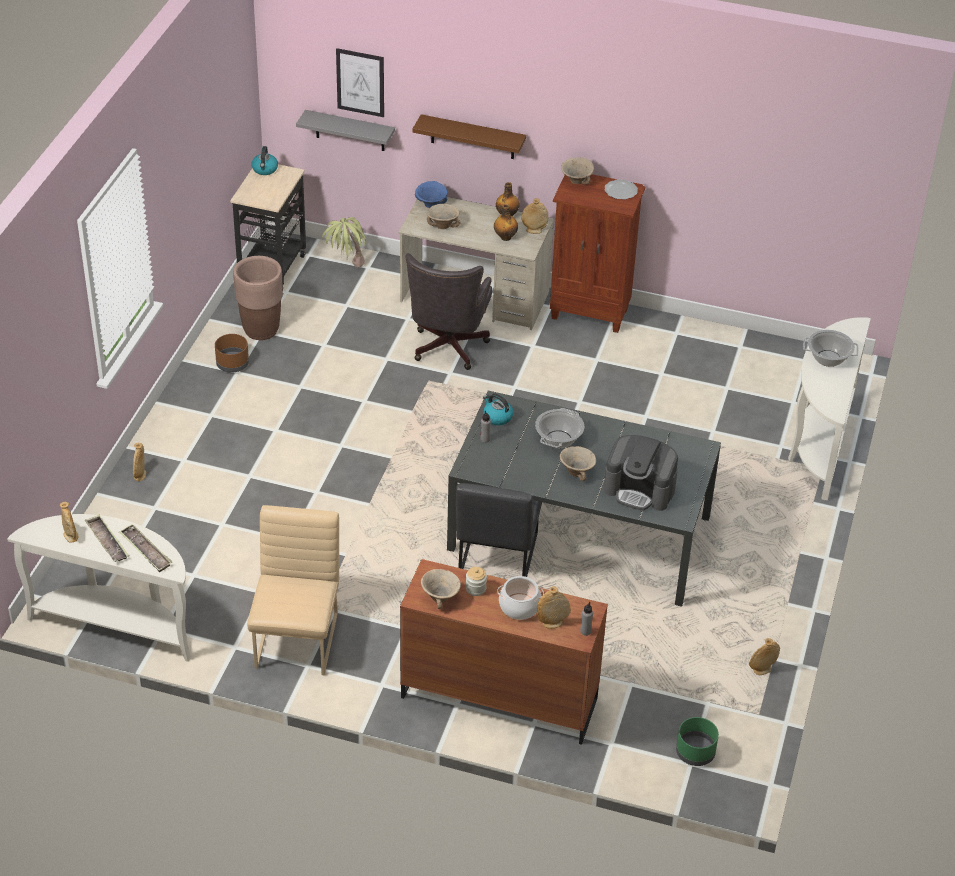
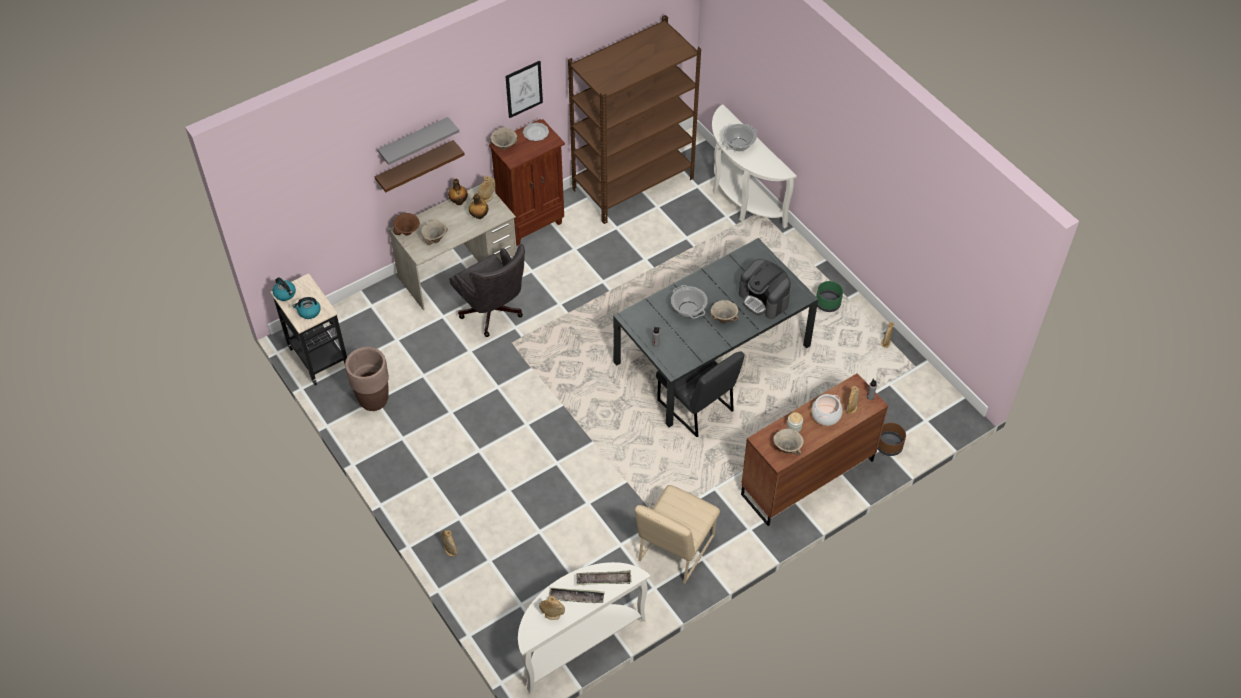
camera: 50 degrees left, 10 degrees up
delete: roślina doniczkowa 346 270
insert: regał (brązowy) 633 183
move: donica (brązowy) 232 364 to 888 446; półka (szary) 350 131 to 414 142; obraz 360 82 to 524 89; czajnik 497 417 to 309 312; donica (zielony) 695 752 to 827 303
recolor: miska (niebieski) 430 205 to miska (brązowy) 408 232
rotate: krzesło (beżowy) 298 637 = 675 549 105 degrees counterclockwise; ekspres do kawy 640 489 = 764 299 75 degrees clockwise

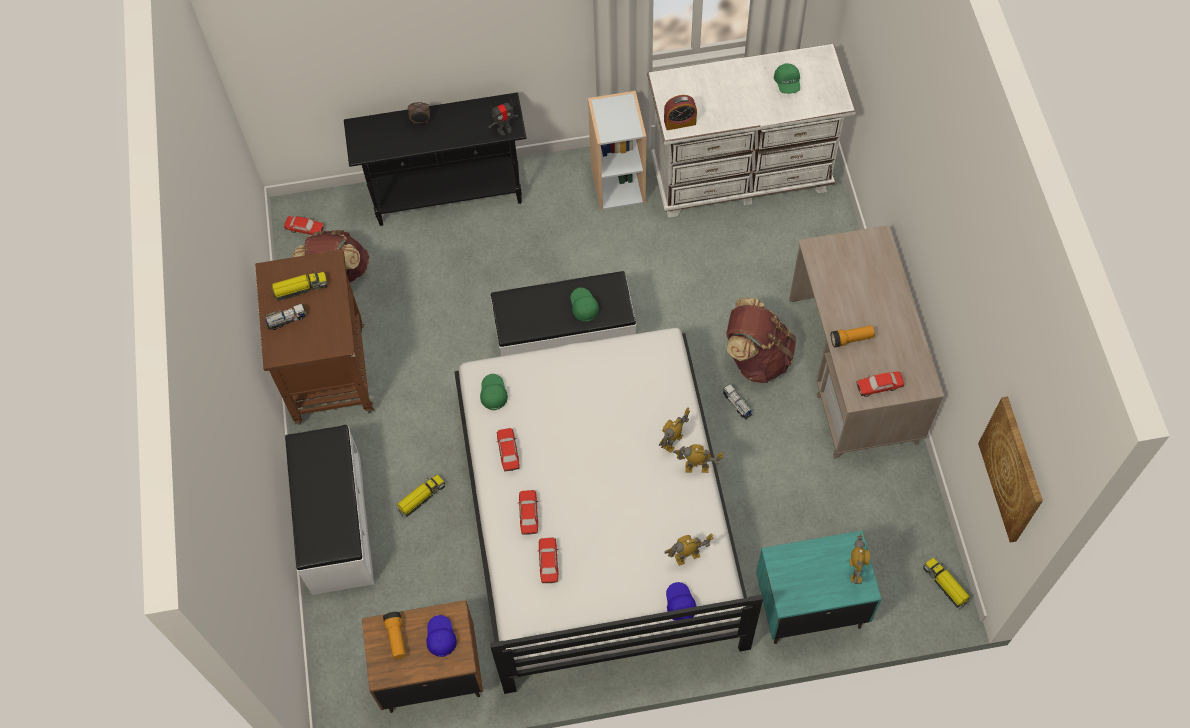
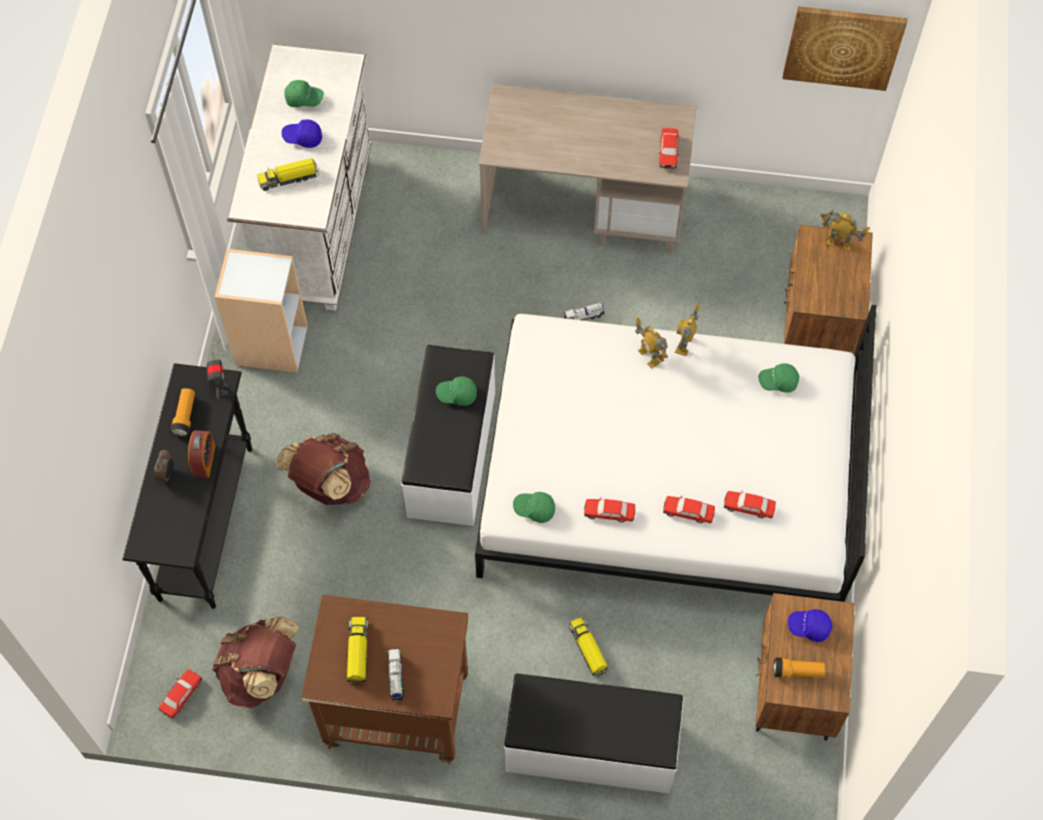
camera: 75 degrees left, 0 degrees up
move: budzik 680 122 to 204 460; czapka z daszkiem (niebieski) 680 604 to 303 137; plecak (brązowy) 757 357 to 329 485; latarka 851 339 to 185 416; ciężarówka zabawkowa 945 585 to 289 178
replace: robot zabawkowy 687 557 to czapka z daszkiem (zielony) 778 381
recolor: szafka nocna (turkusowy) 809 605 to szafka nocna (brązowy) 816 324

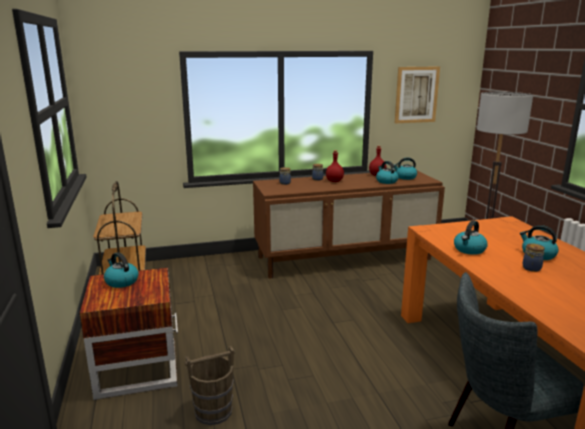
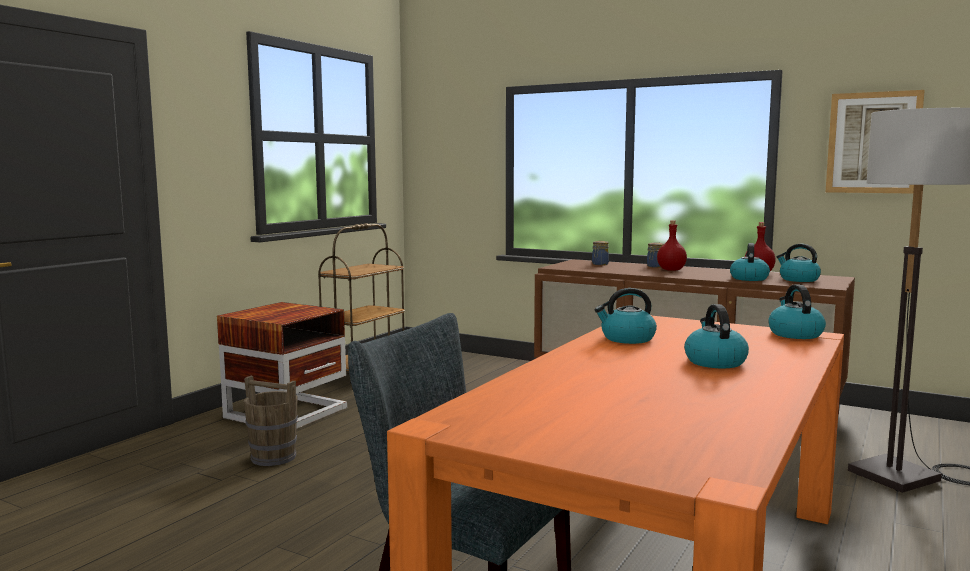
camera: 45 degrees right, 10 degrees down
delete: słoik 532 268
move: czajnik 121 281 to 794 334

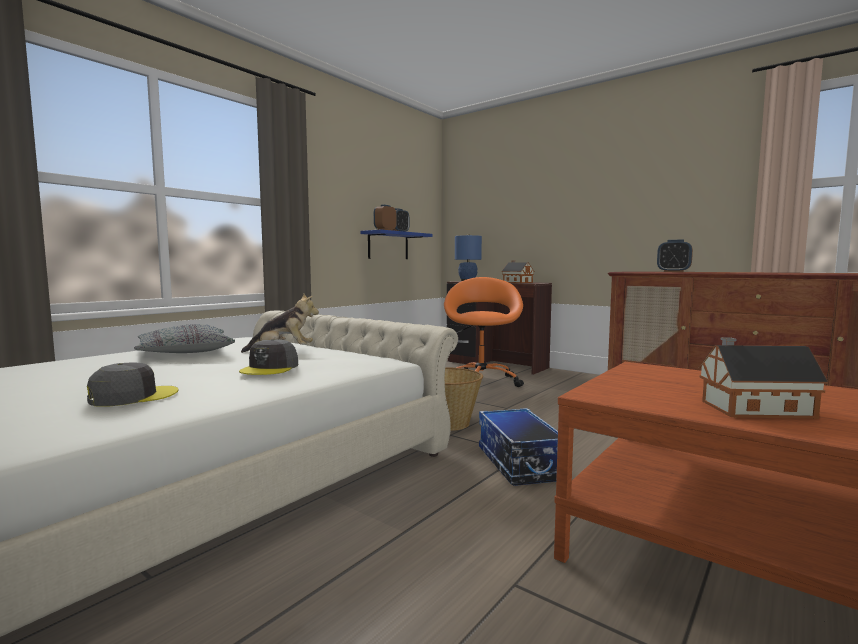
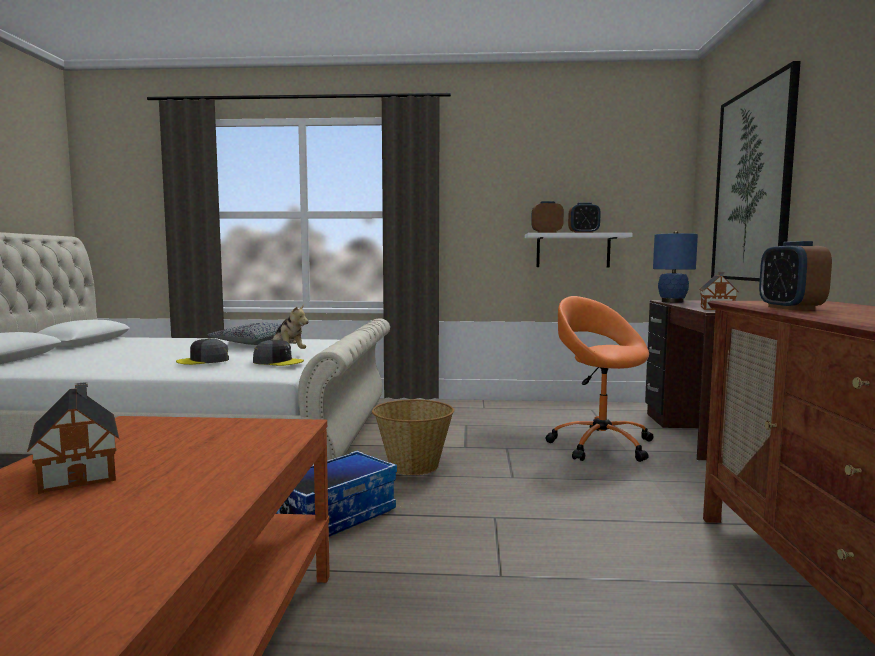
camera: 55 degrees right, 0 degrees up
insert: obraz 752 184
move: czapka z daszkiem (szary) 133 396 to 278 362
recolor: półka (niebieski) 388 246 to półka (biały) 573 250
rotate: krzesło biurowe (pomarańczowy) 482 381 = 599 445 105 degrees counterclockwise

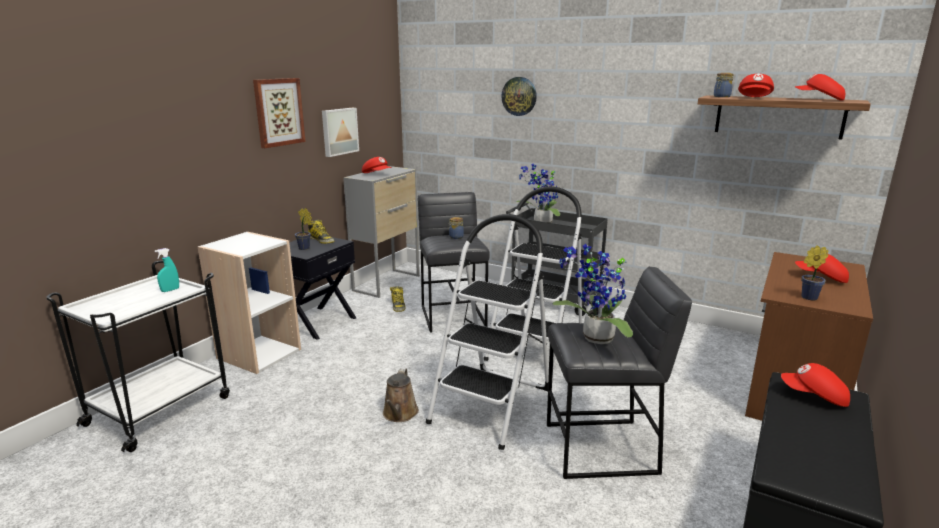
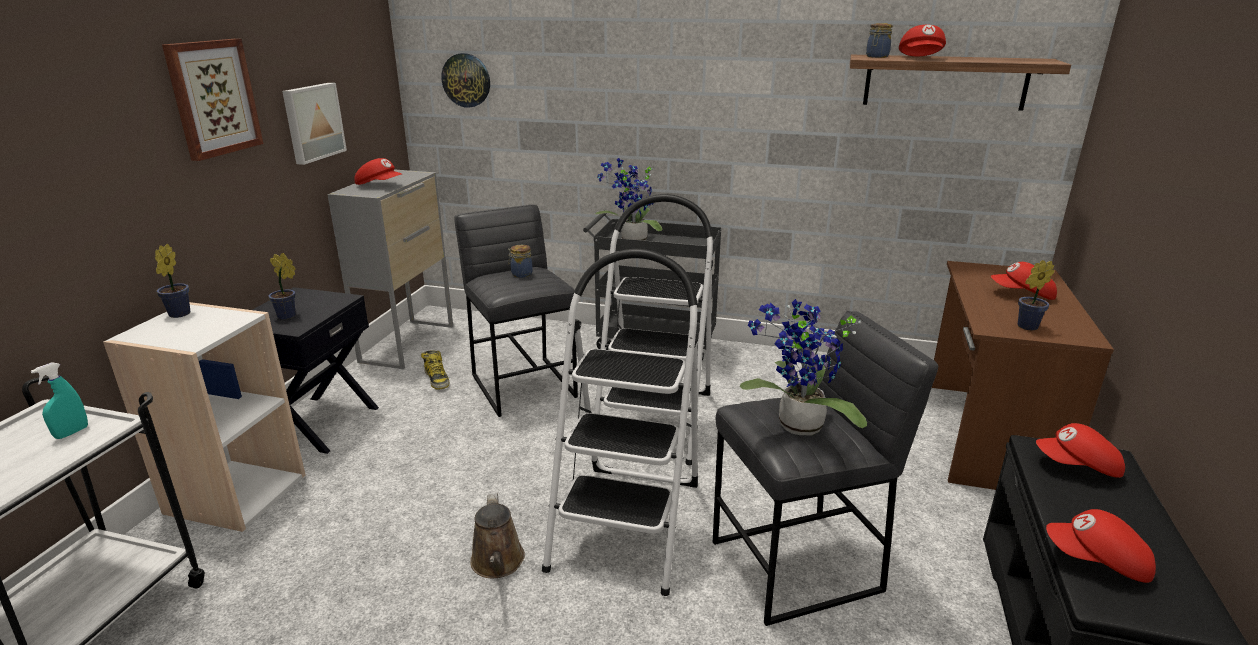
camera: 15 degrees left, 5 degrees up
delete: but z cholewką 321 240
insert: roślina doniczkowa 178 315
move: zegar ścienny 519 96 to 466 80; czapka z daszkiem (czerwony) 819 99 to 1097 562

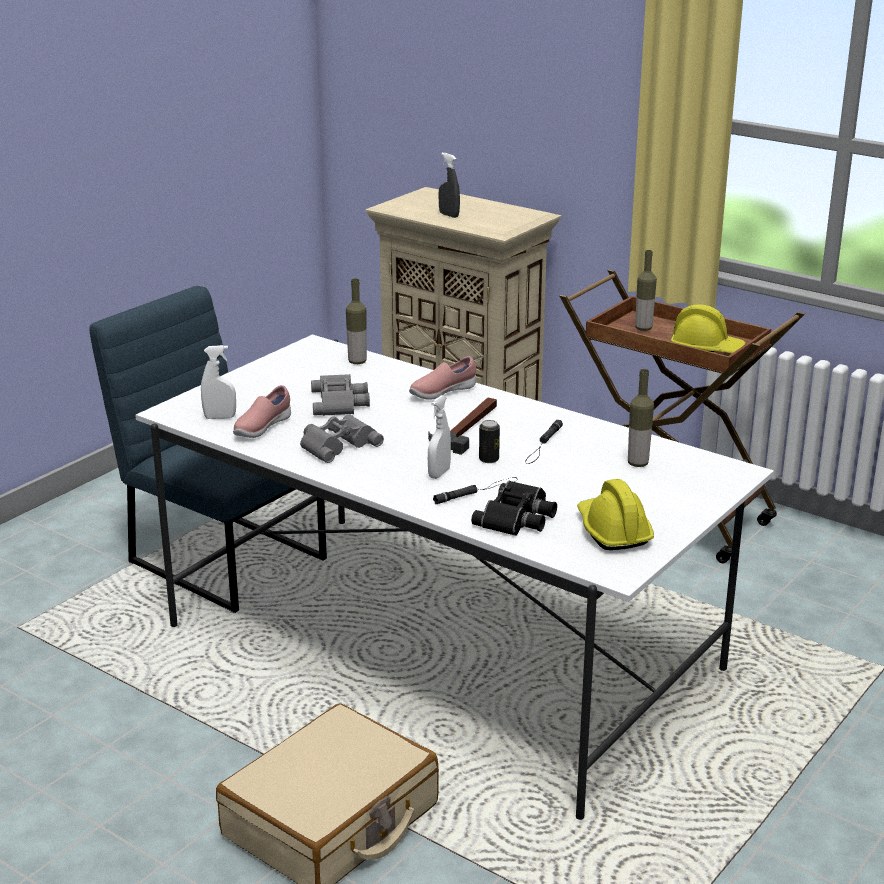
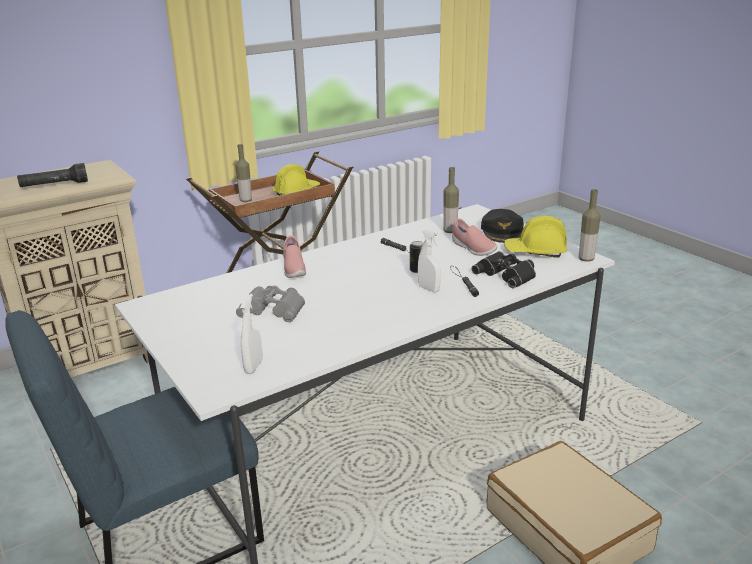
camera: 70 degrees left, 0 degrees up
delete: lornetka (szary) 337 444; młotek 467 428
insert: czapka z daszkiem (czarny) 502 231
move: but (różowy) 262 428 to 472 249; butelka 357 362 to 586 259
replace: spryskiwacz (szary) 449 215 to latarka (czarny) 54 185

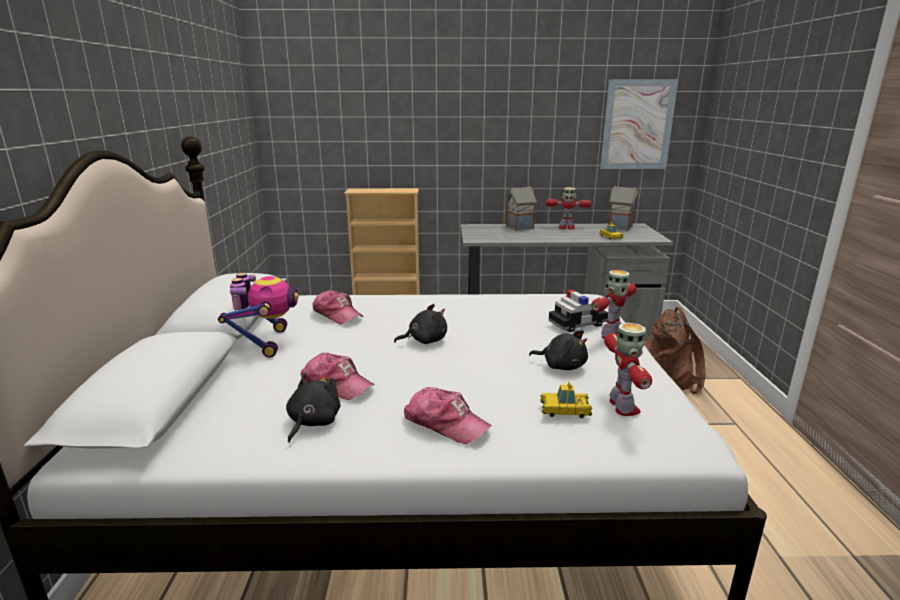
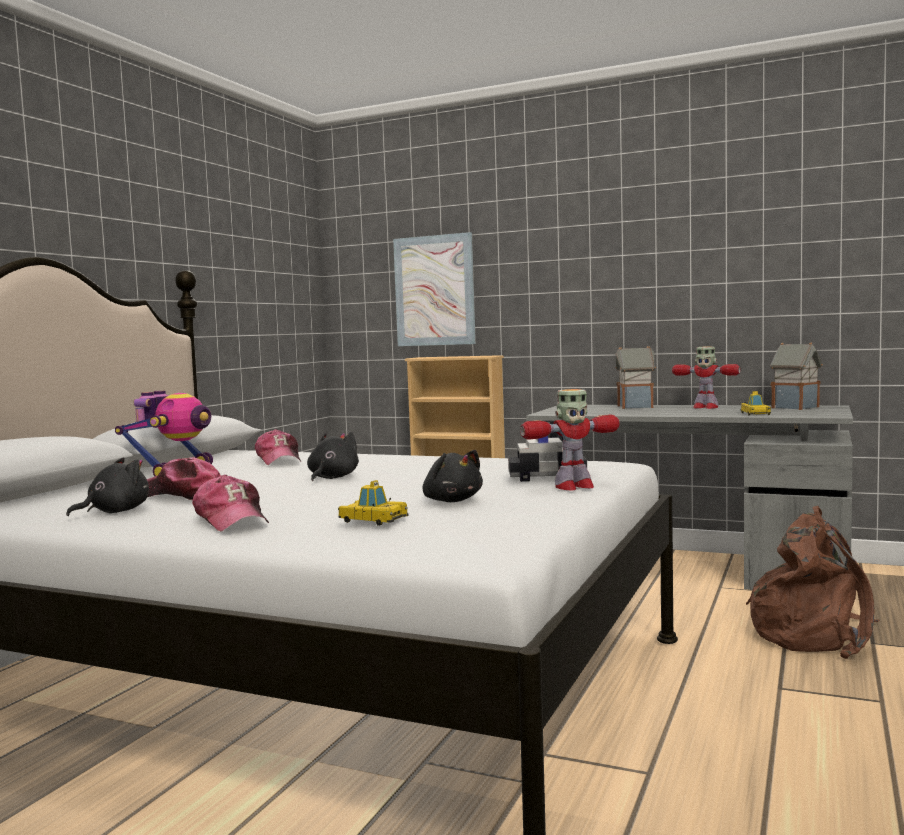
camera: 25 degrees right, 15 degrees down
delete: robot zabawkowy 623 407
move: obraz 637 125 to 434 290
rotate: czapka z daszkiem 336 384 = 183 494 150 degrees clockwise; pluszak (czarny) 425 340 = 332 478 75 degrees counterclockwise

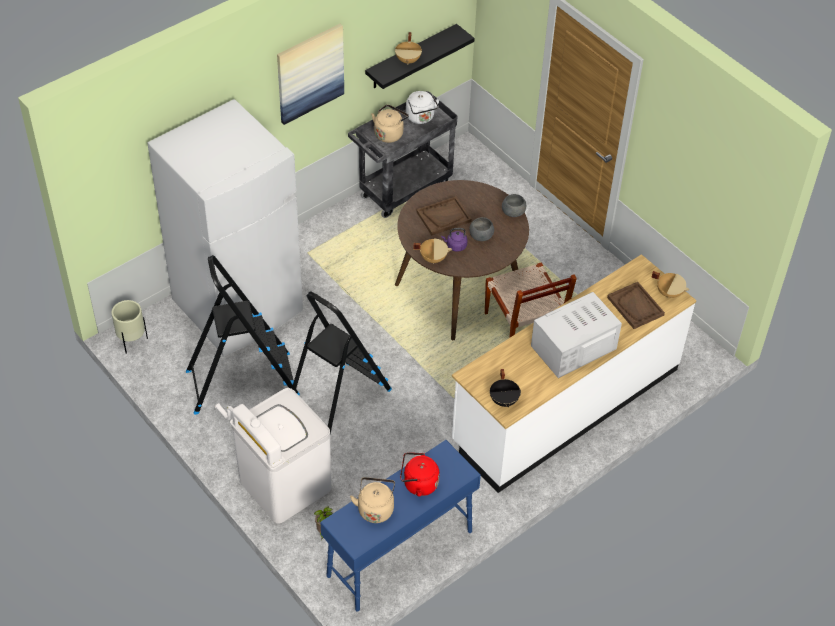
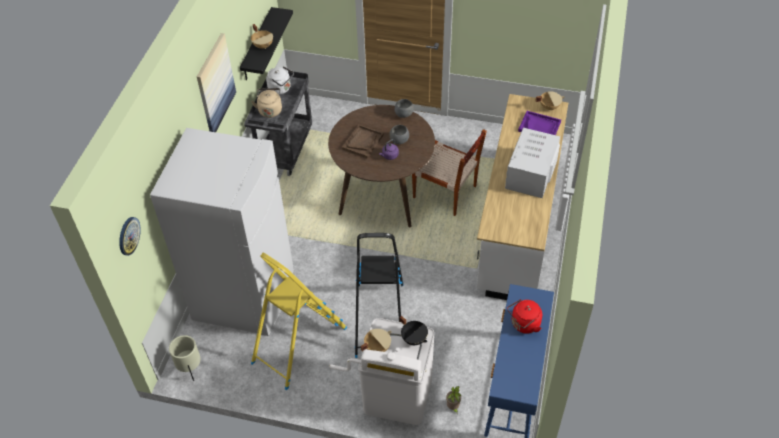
camera: 35 degrees left, 0 degrees up
delete: czajnik (beżowy) 375 508
insert: zegar ścienny 128 236
move: garnek (beżowy) 433 258 to 377 347; garnek (czarny) 504 400 to 414 338
recolor: drabinka (czarny) 243 382 to drabinka (żółty) 300 344; taca (brązowy) 635 306 to taca (fioletowy) 539 126

